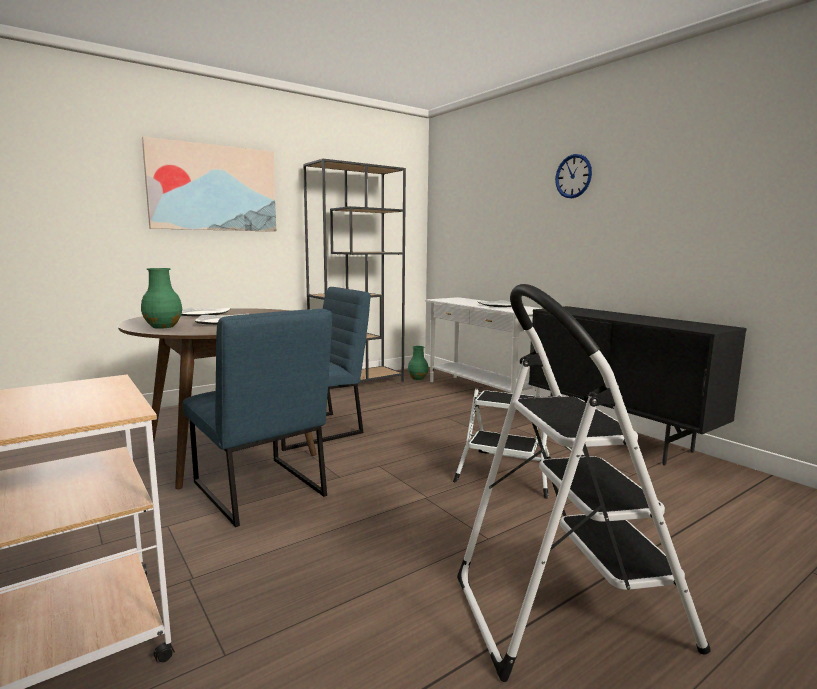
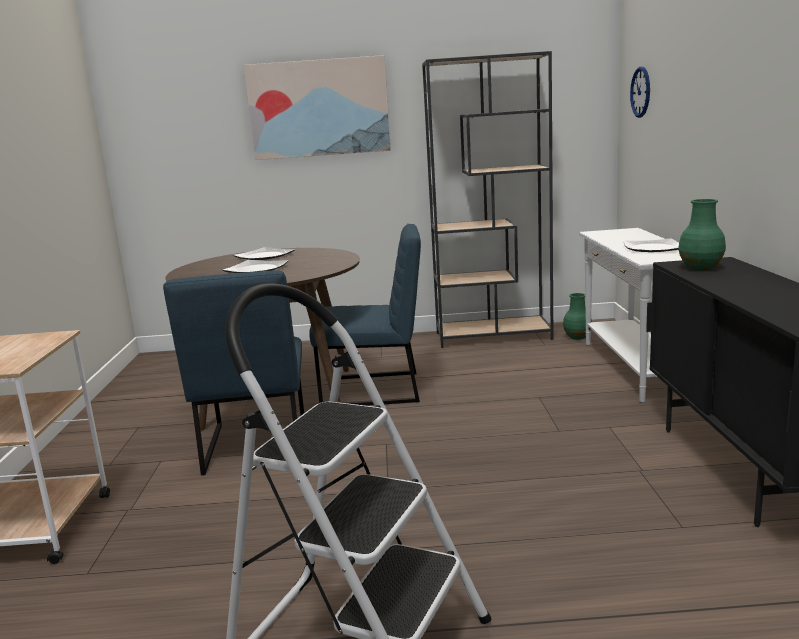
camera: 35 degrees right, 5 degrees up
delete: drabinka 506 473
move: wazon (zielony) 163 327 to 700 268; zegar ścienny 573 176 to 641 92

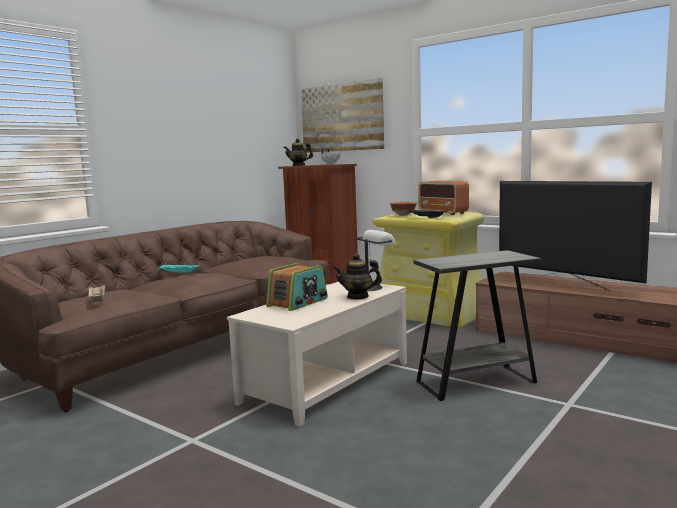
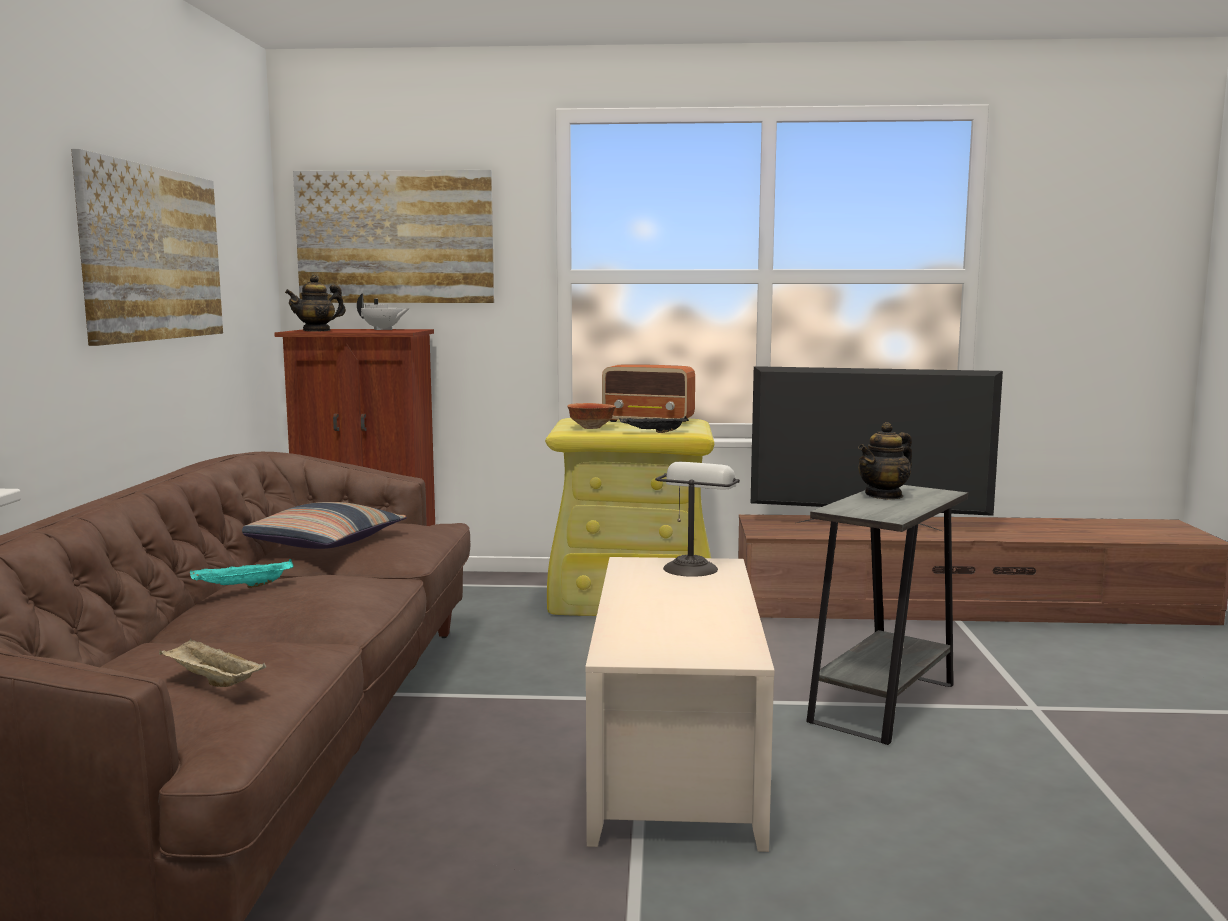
camera: 35 degrees left, 0 degrees up
delete: radio 298 302
insert: obraz 154 254; poduszka 322 542
move: imbryk 358 296 to 884 495

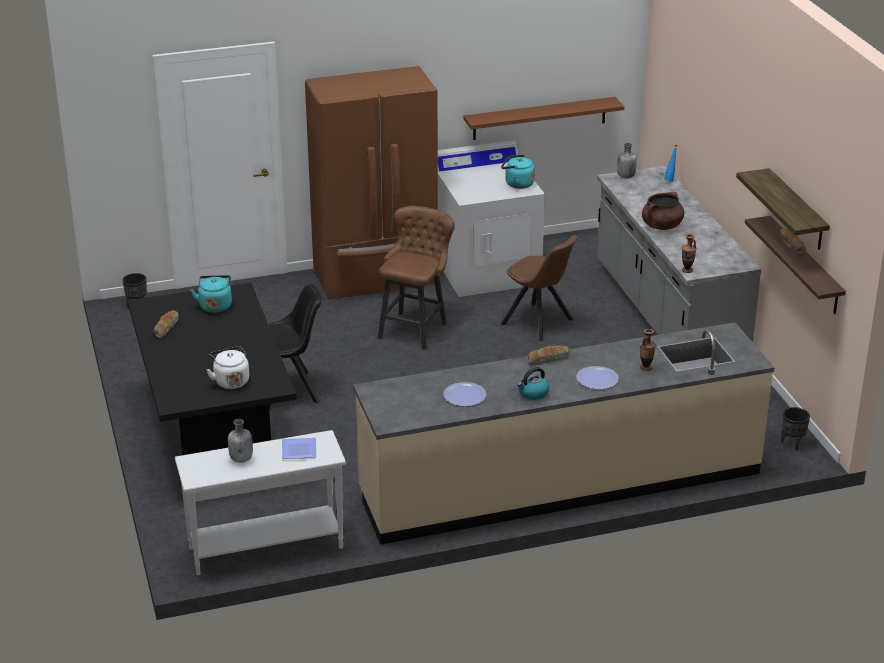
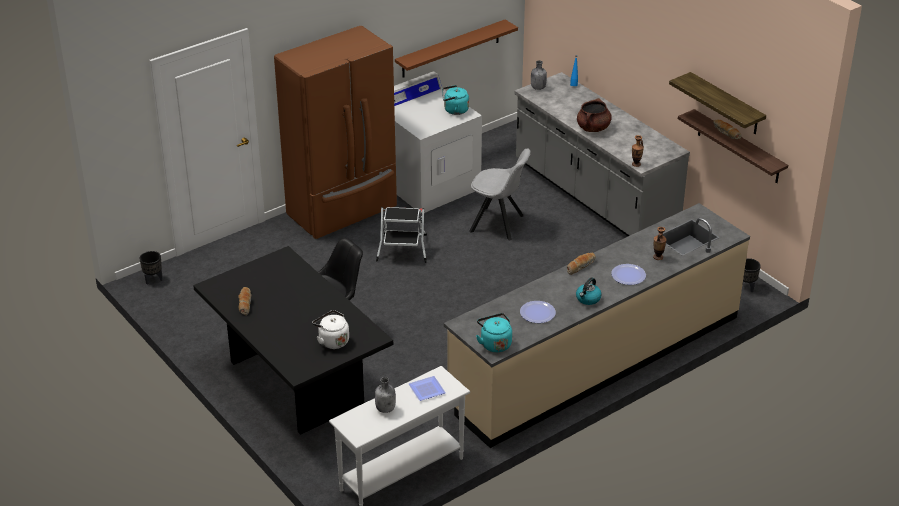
camera: 20 degrees left, 5 degrees up
move: czajnik (turkusowy) 215 305 to 494 343
replace: stołek (brązowy) 416 326 to drabinka 403 248
recolor: krzesło (brązowy) 538 322 to krzesło (szary) 498 224

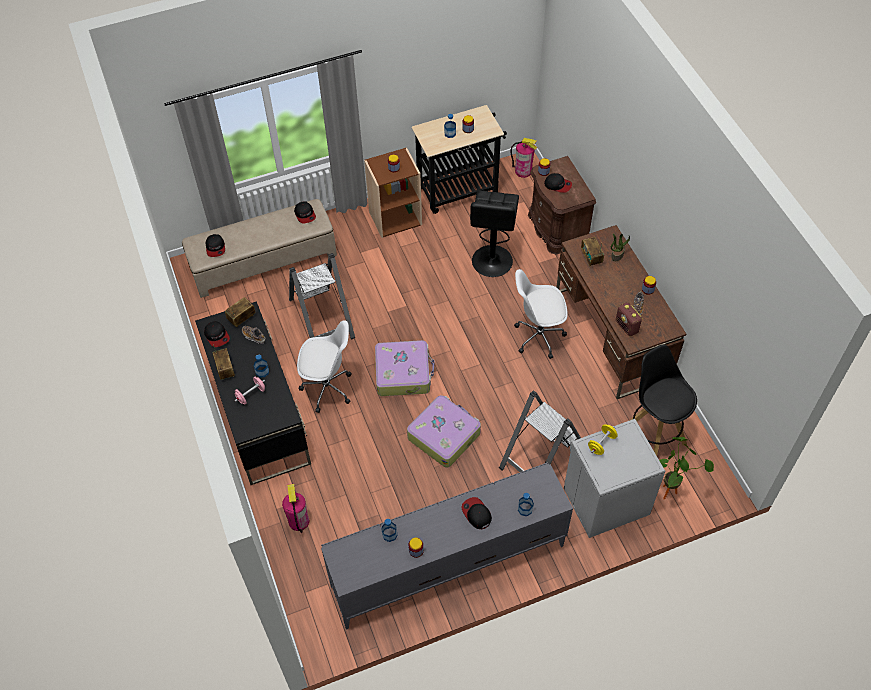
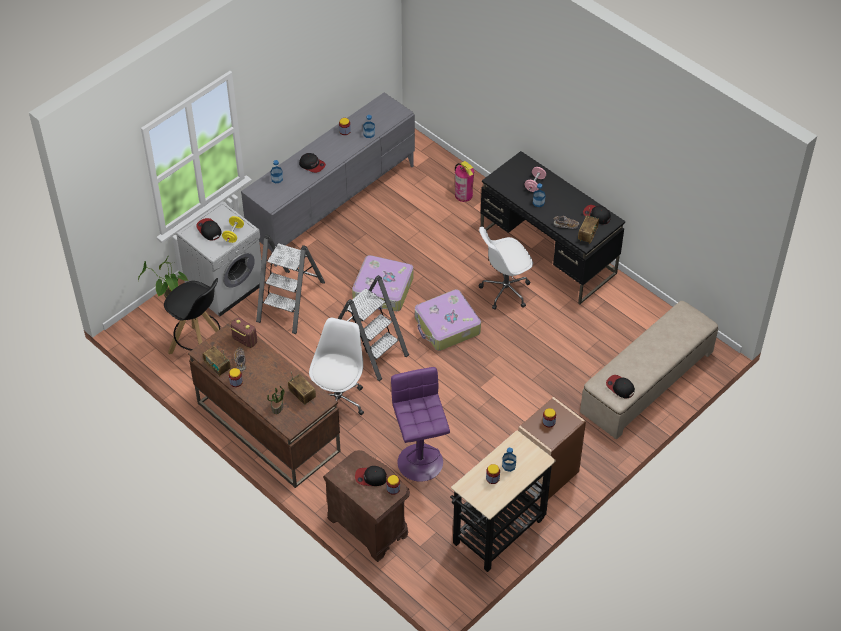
camera: 155 degrees right, 5 degrees down
delete: gaśnica 523 171
move: czapka z daszkiem 215 248 to 209 230; radio 225 369 to 217 367; drabinka (szary) 321 319 to 366 347
recolor: stołek (czarny) 491 261 to stołek (fioletowy) 420 462
rotate: krzesło biurowe (biały) 537 337 = 339 400 45 degrees counterclockwise

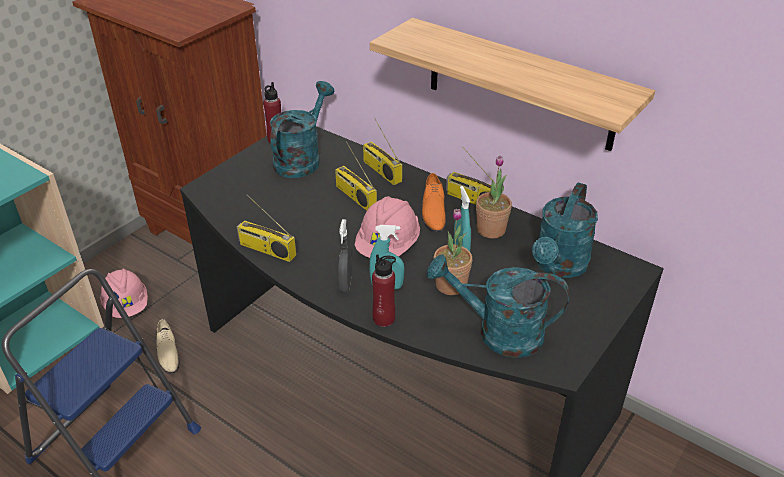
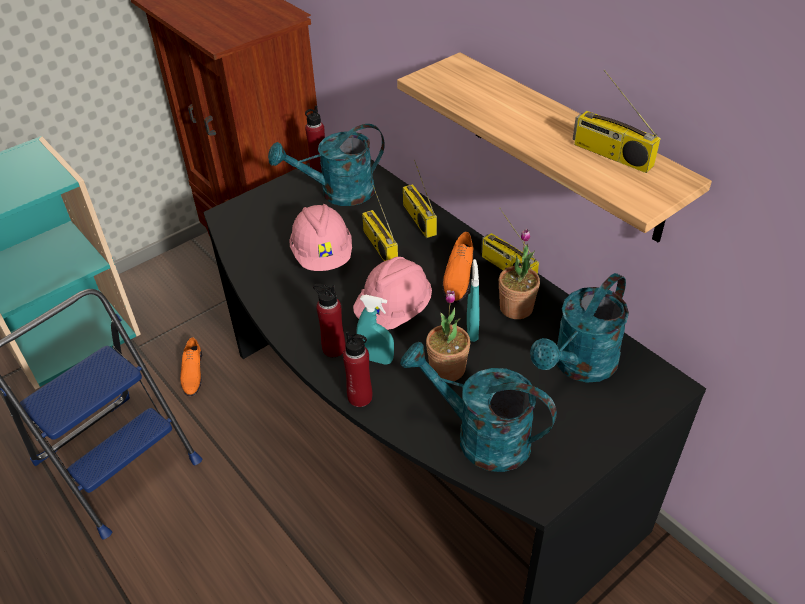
camera: 15 degrees right, 5 degrees up
move: kask (różowy) 127 305 to 323 255; radio 266 250 to 610 155
replace: spryskiwacz (szary) 345 283 to butelka (czerwony) 334 348
recolor: but (beżowy) 167 352 to but (pomarańczowy) 192 372
rotate: konewka (turkusowy) 301 159 = 338 193 150 degrees counterclockwise

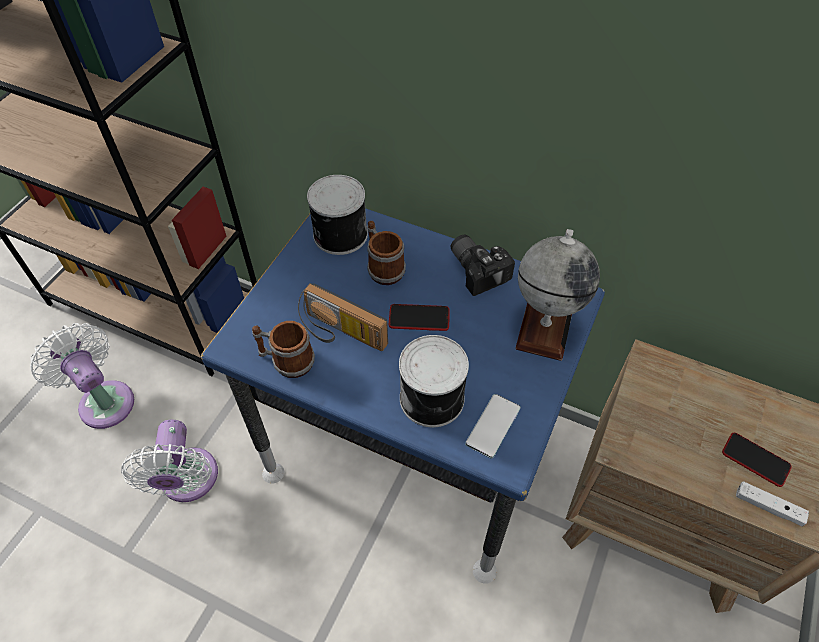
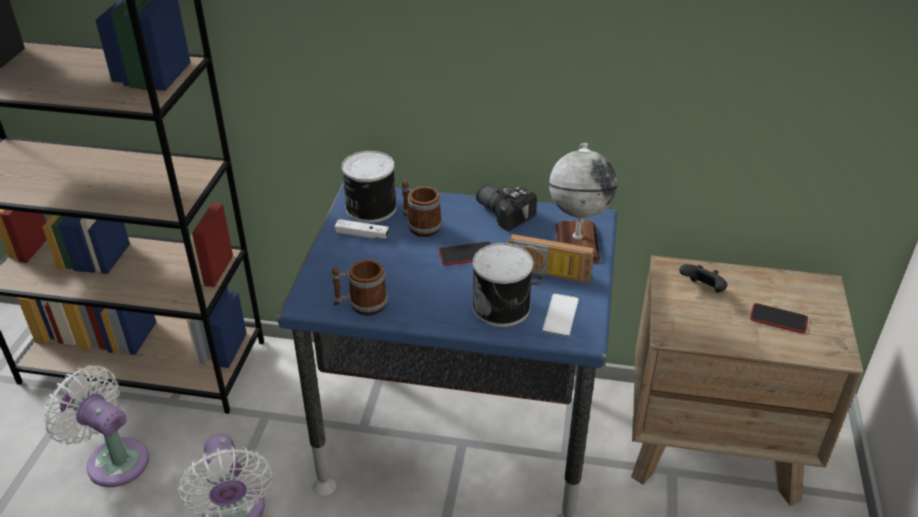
camera: 15 degrees left, 15 degrees down
insert: pad do gier (czarny) 703 290
move: radio 340 333 to 544 277; pad do gier (biały) 768 507 to 362 235

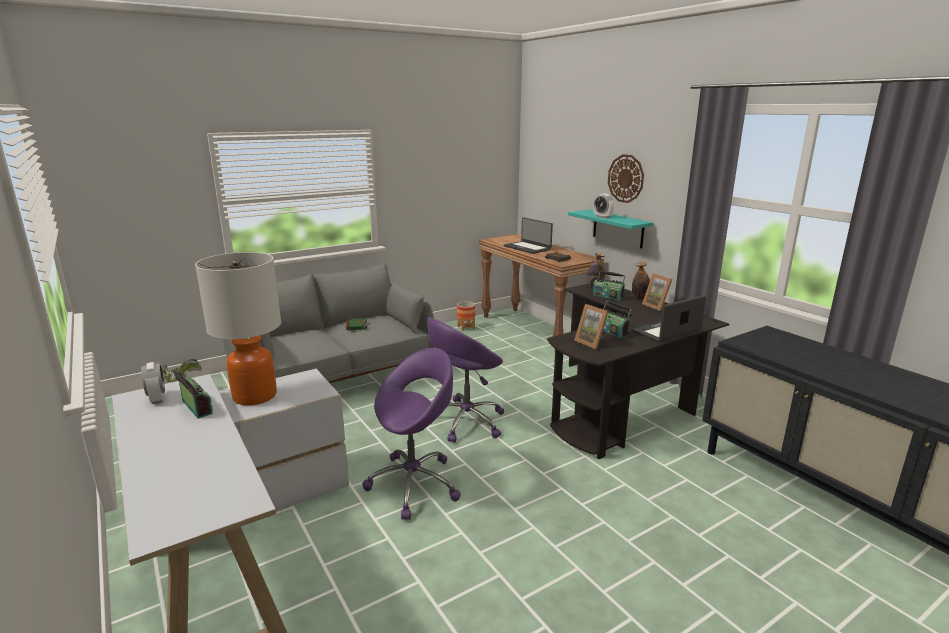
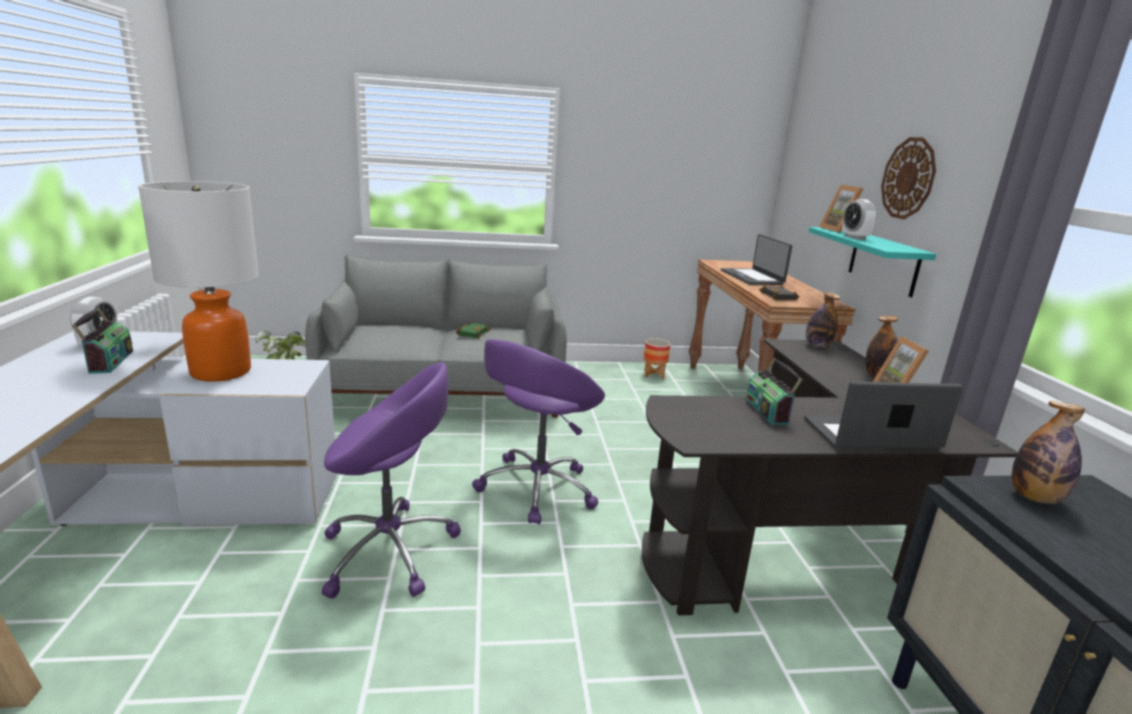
camera: 25 degrees right, 0 degrees up
delete: radio 608 296
insert: butelka 1035 498
move: ramka na zdjęcie 592 342 to 839 230
rotate: krzesło biurowe (fioletowy) 464 421 = 535 490 45 degrees counterclockwise

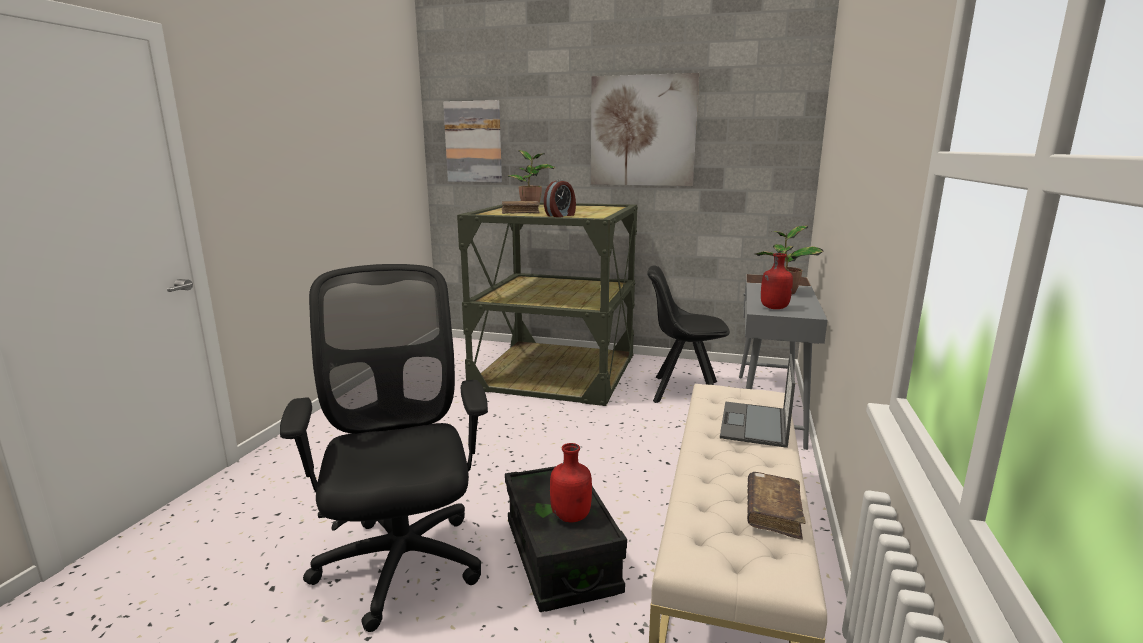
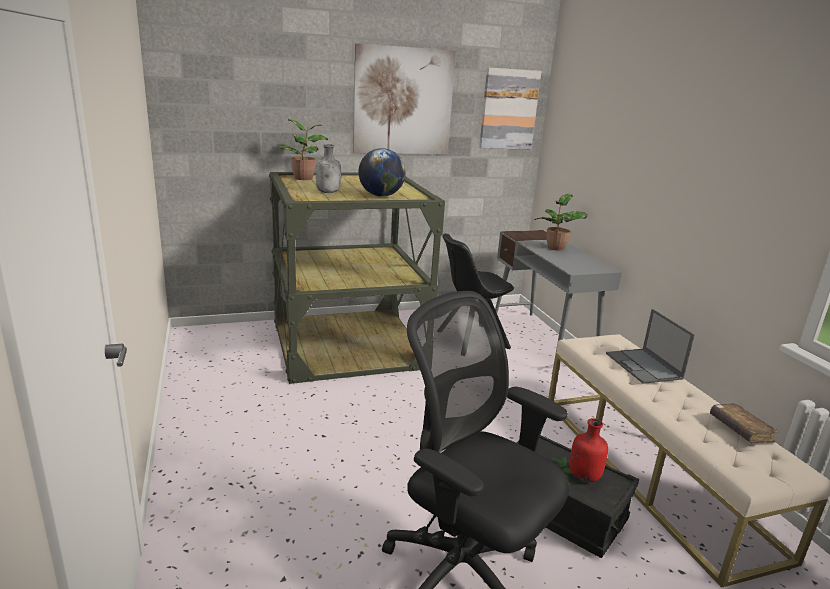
camera: 35 degrees left, 5 degrees up
delete: butelka (czerwony) 773 308
move: obraz 473 142 to 508 109
replace: książka (brązowy) 520 212 to butelka (szary) 328 192; budzik 561 215 to globus 381 196

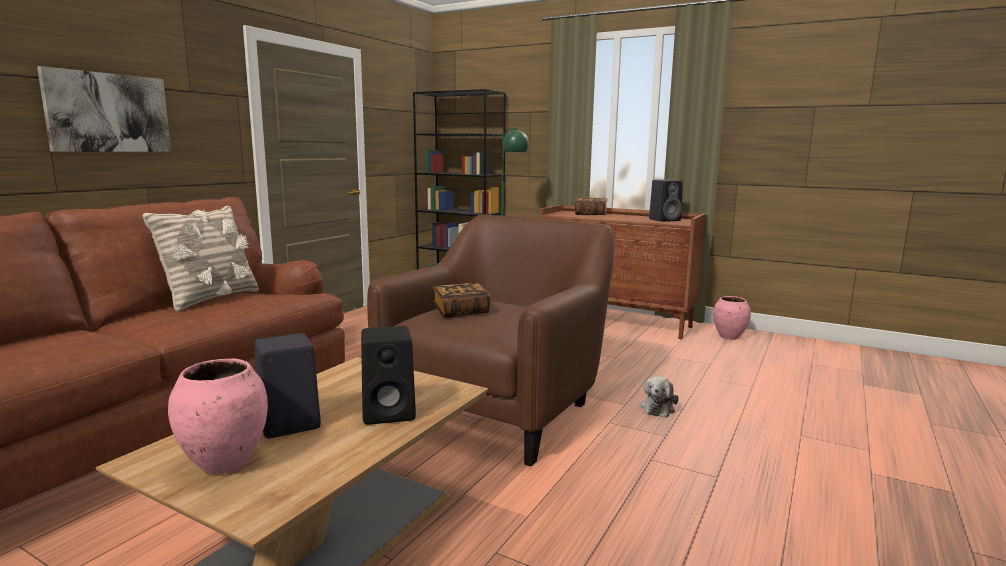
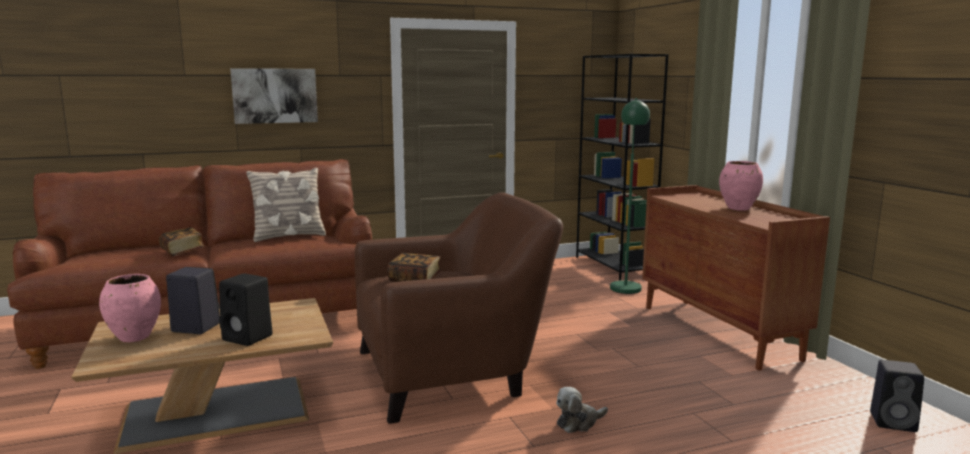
camera: 40 degrees right, 0 degrees up
move: książka 590 214 to 182 251; głośnik (czarny) 665 220 to 894 422; wazon (różowy) 729 337 to 739 208

